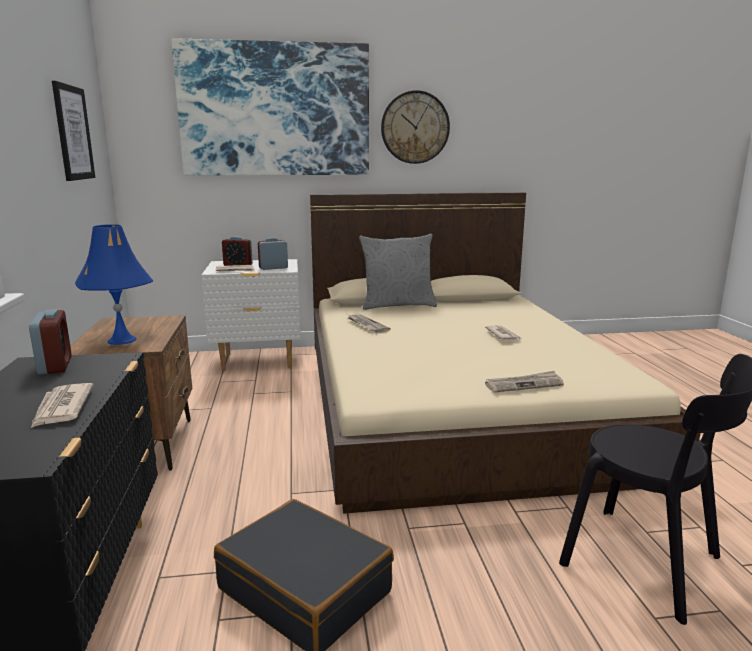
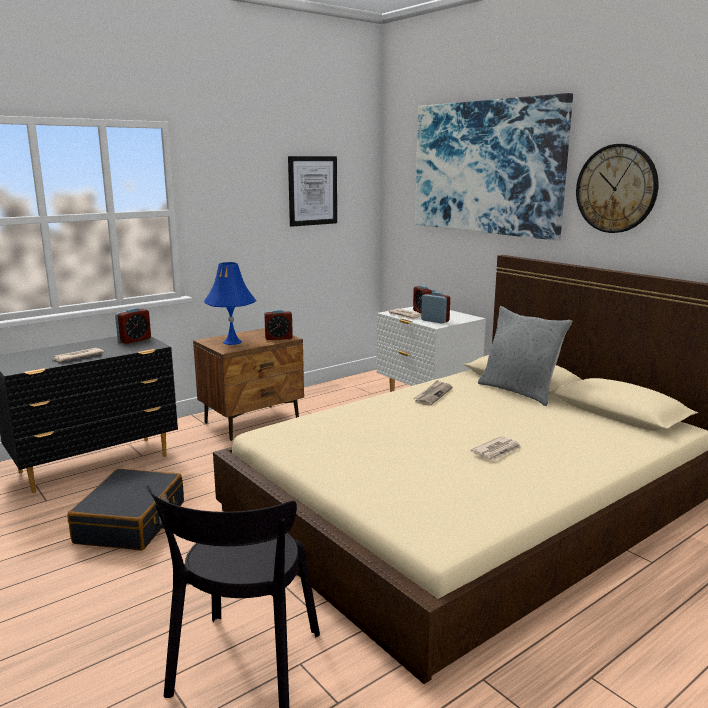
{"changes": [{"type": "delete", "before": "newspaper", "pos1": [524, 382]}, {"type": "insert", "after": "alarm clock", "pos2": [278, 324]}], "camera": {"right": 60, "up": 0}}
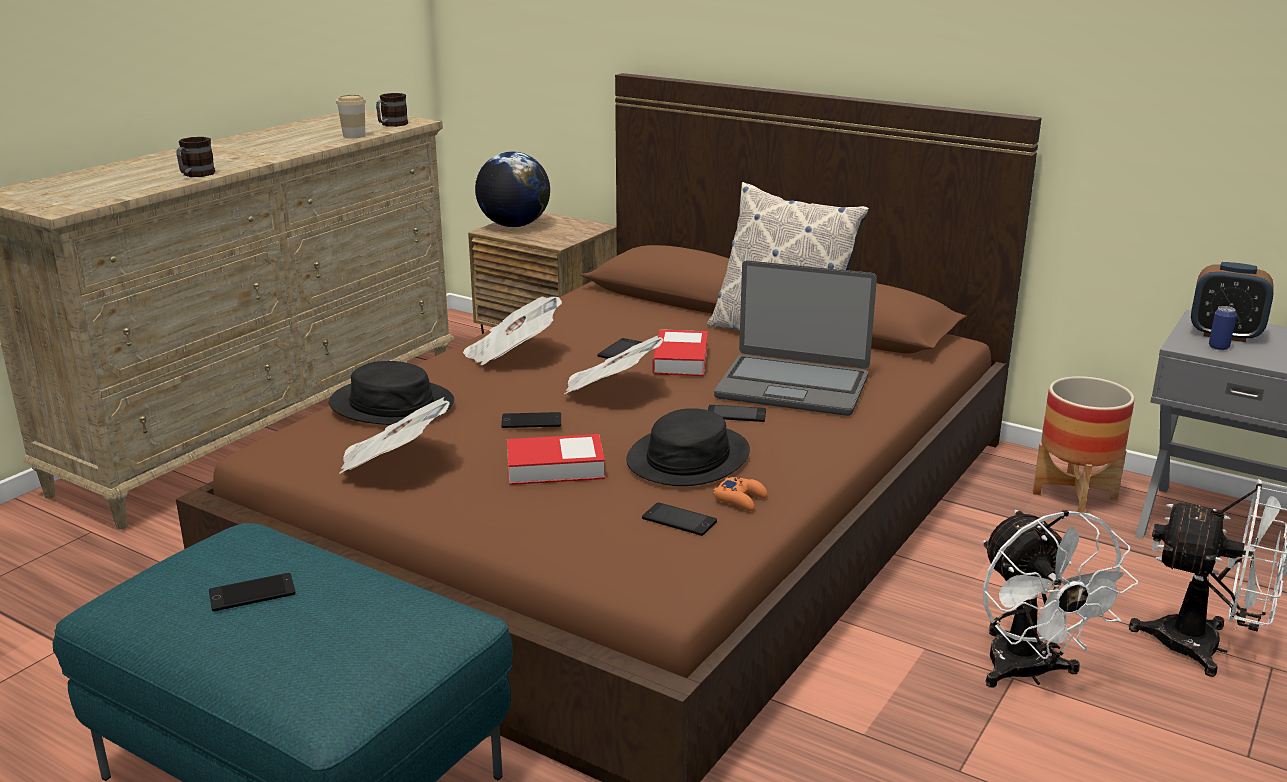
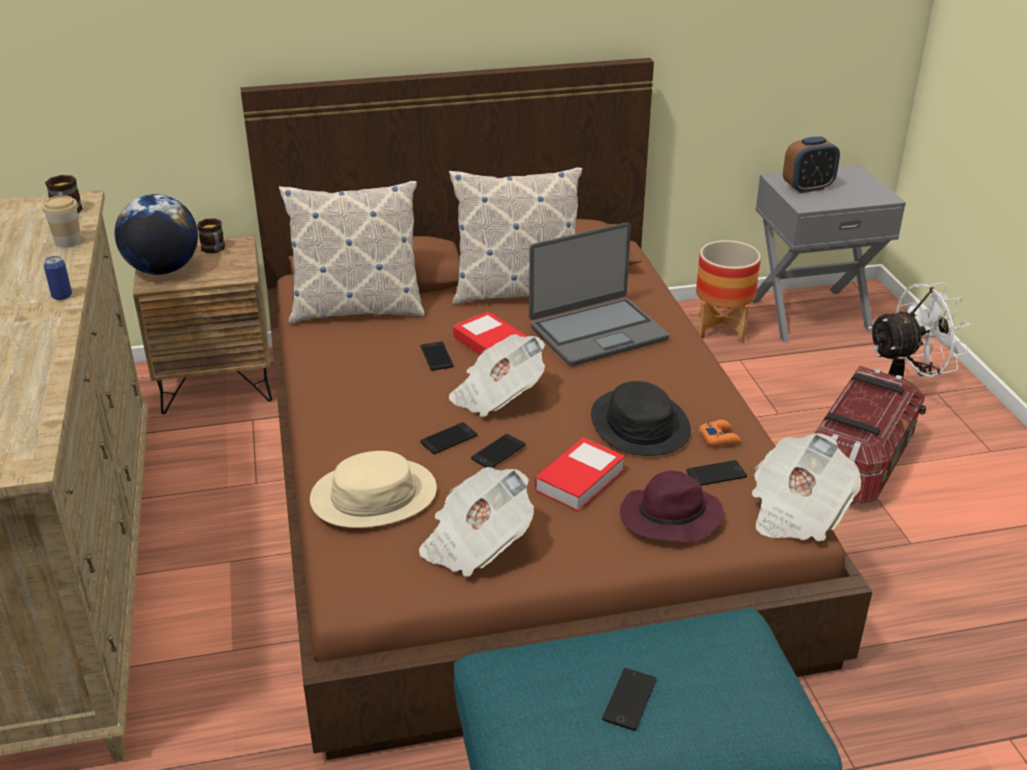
{"changes": [{"type": "move", "before": "mug", "pos1": [196, 157], "pos2": [211, 235]}, {"type": "move", "before": "newspaper", "pos1": [512, 330], "pos2": [807, 487]}, {"type": "move", "before": "can", "pos1": [1223, 328], "pos2": [58, 278]}, {"type": "recolor", "before": "hat (black)", "after": "hat (beige)", "pos1": [391, 393], "pos2": [373, 489]}, {"type": "move", "before": "phone", "pos1": [737, 413], "pos2": [448, 438]}, {"type": "replace", "before": "fan (white)", "after": "storage box", "pos1": [1060, 599], "pos2": [869, 435]}, {"type": "insert", "after": "pillow", "pos2": [352, 252]}, {"type": "insert", "after": "hat (purple)", "pos2": [672, 506]}], "camera": {"right": -45, "up": 10}}
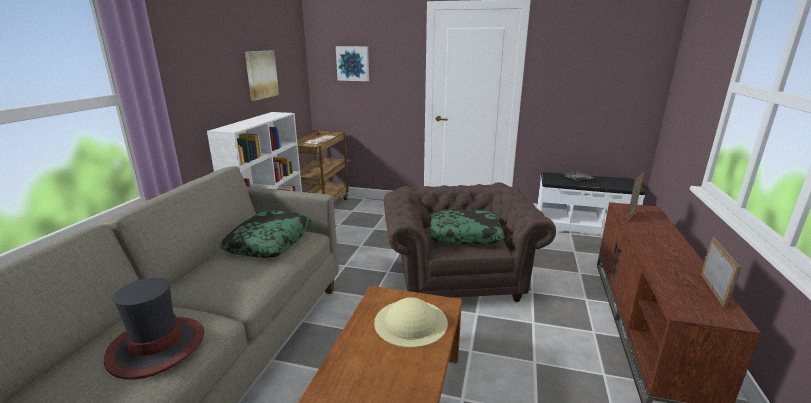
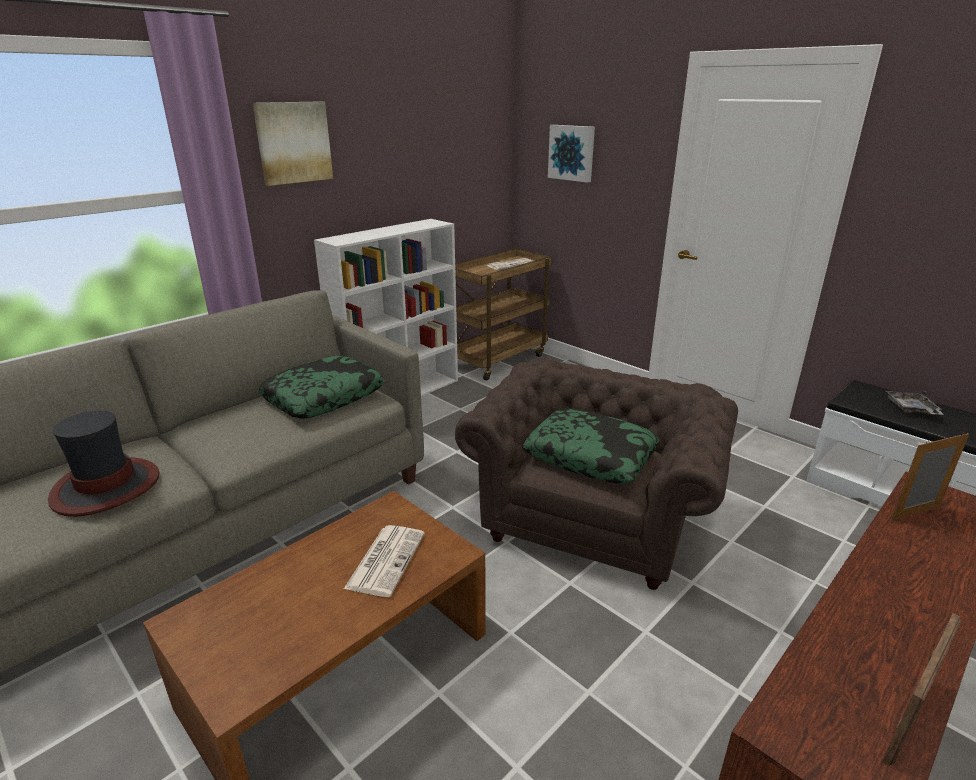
{"changes": [{"type": "move", "before": "picture", "pos1": [262, 75], "pos2": [293, 143]}, {"type": "replace", "before": "hat (beige)", "after": "newspaper", "pos1": [411, 322], "pos2": [384, 561]}], "camera": {"right": 30, "up": 5}}
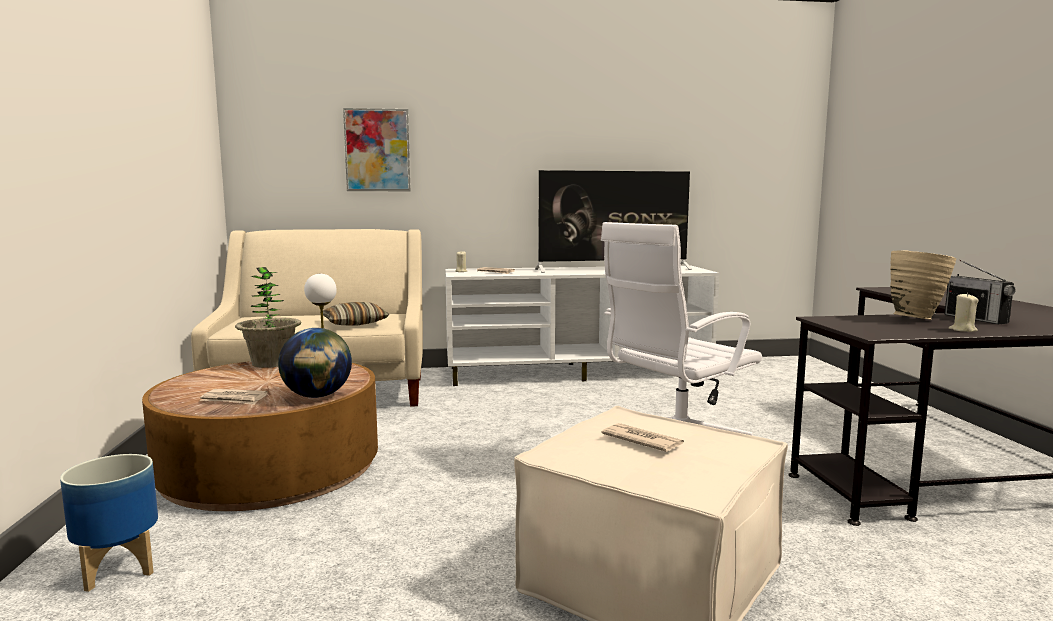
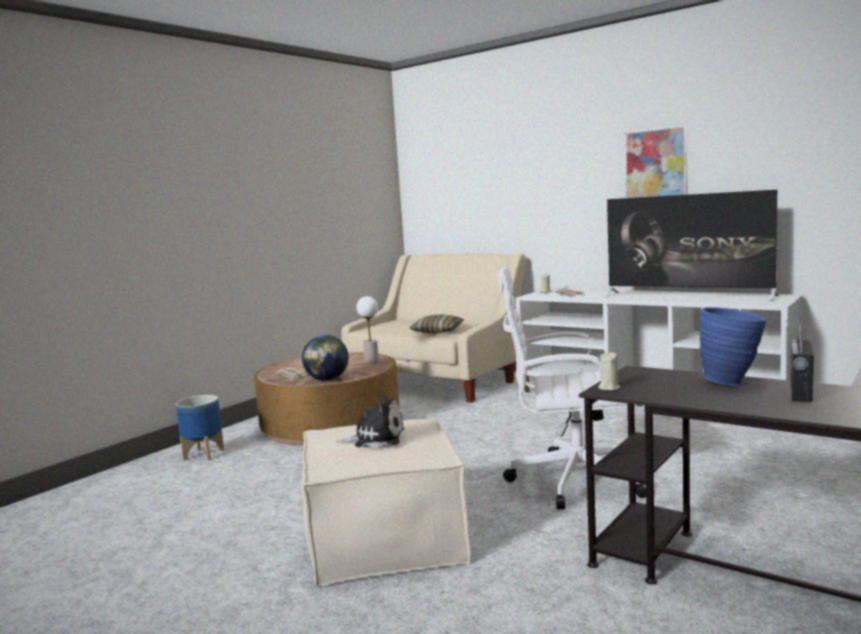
{"changes": [{"type": "move", "before": "picture", "pos1": [376, 149], "pos2": [656, 161]}, {"type": "recolor", "before": "vase (beige)", "after": "vase (blue)", "pos1": [923, 285], "pos2": [733, 346]}, {"type": "delete", "before": "potted plant", "pos1": [268, 317]}, {"type": "move", "before": "candle (beige)", "pos1": [964, 312], "pos2": [609, 371]}, {"type": "replace", "before": "newspaper", "after": "plush toy", "pos1": [643, 437], "pos2": [370, 421]}], "camera": {"right": 45, "up": 0}}
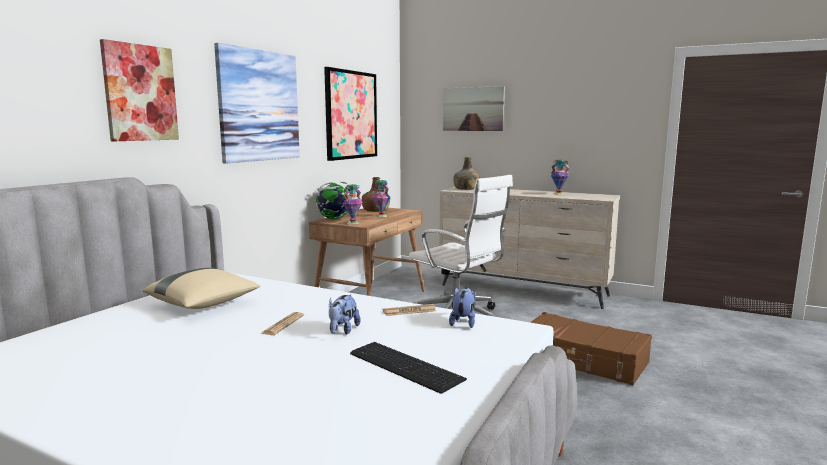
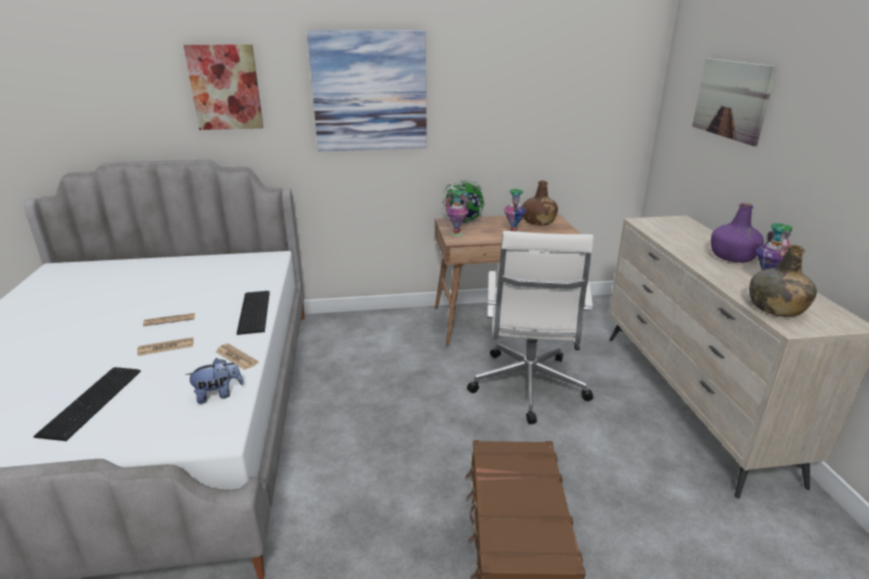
{"changes": [{"type": "delete", "before": "picture", "pos1": [350, 114]}, {"type": "move", "before": "bottle (green)", "pos1": [466, 173], "pos2": [783, 281]}, {"type": "delete", "before": "pillow (beige)", "pos1": [201, 288]}, {"type": "replace", "before": "plush toy", "after": "newspaper", "pos1": [345, 314], "pos2": [165, 346]}, {"type": "insert", "after": "bottle (purple)", "pos2": [737, 233]}, {"type": "insert", "after": "keyboard", "pos2": [253, 313]}], "camera": {"right": 55, "up": 15}}
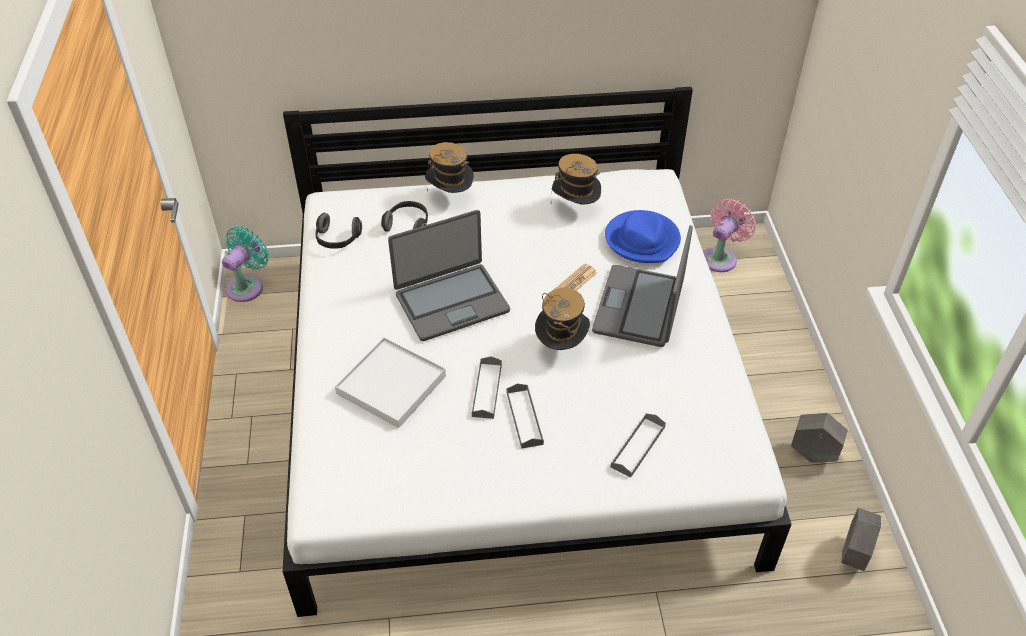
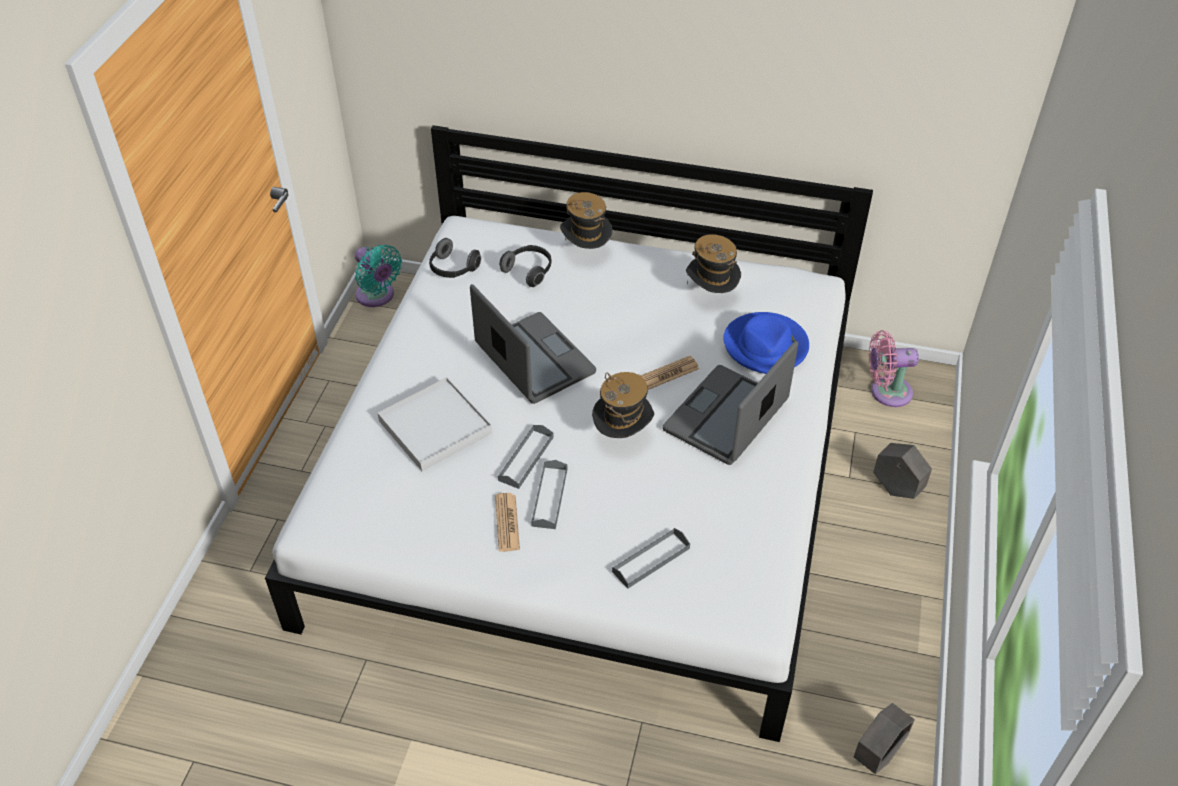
{"changes": [{"type": "rotate", "before": "fan (pink)", "pos1": [729, 235], "pos2": [894, 368], "turn": -150}, {"type": "rotate", "before": "laptop", "pos1": [449, 275], "pos2": [533, 344], "turn": -120}, {"type": "rotate", "before": "fan (turquoise)", "pos1": [245, 264], "pos2": [378, 276], "turn": 90}, {"type": "move", "before": "planter (grey)", "pos1": [819, 437], "pos2": [902, 471]}, {"type": "insert", "after": "newspaper", "pos2": [507, 522]}], "camera": {"right": 20, "up": 0}}
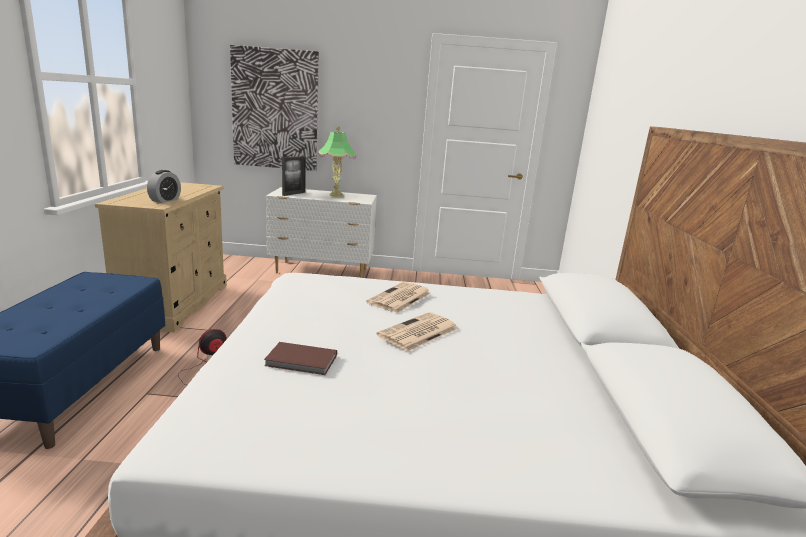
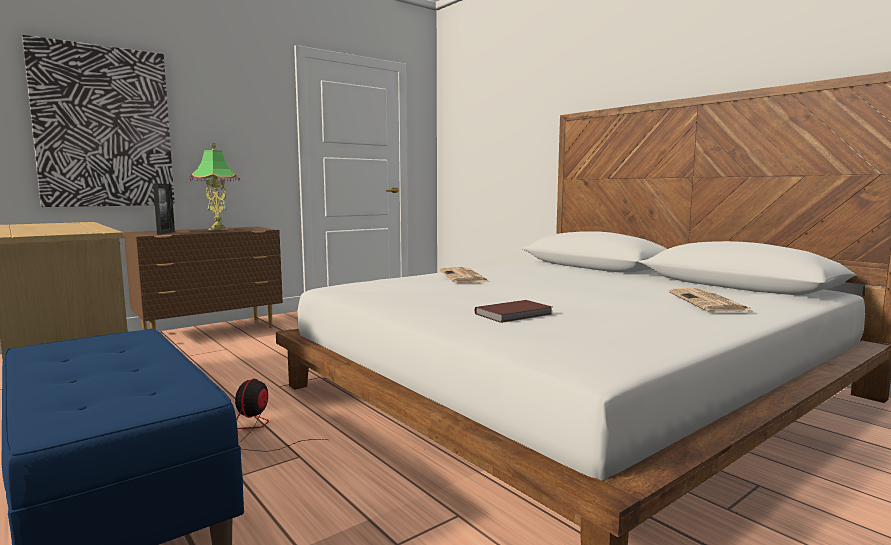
{"changes": [{"type": "delete", "before": "alarm clock", "pos1": [164, 186]}, {"type": "recolor", "before": "dresser (white)", "after": "dresser (brown)", "pos1": [321, 232], "pos2": [203, 278]}, {"type": "move", "before": "newspaper", "pos1": [417, 332], "pos2": [709, 300]}], "camera": {"right": -40, "up": -10}}
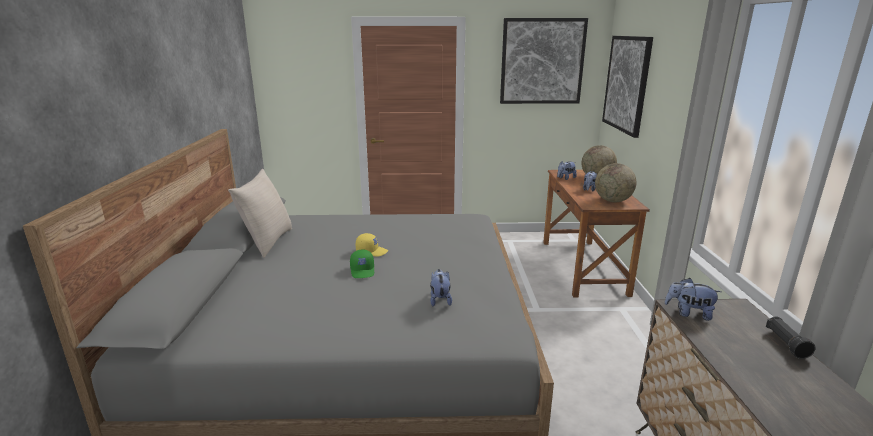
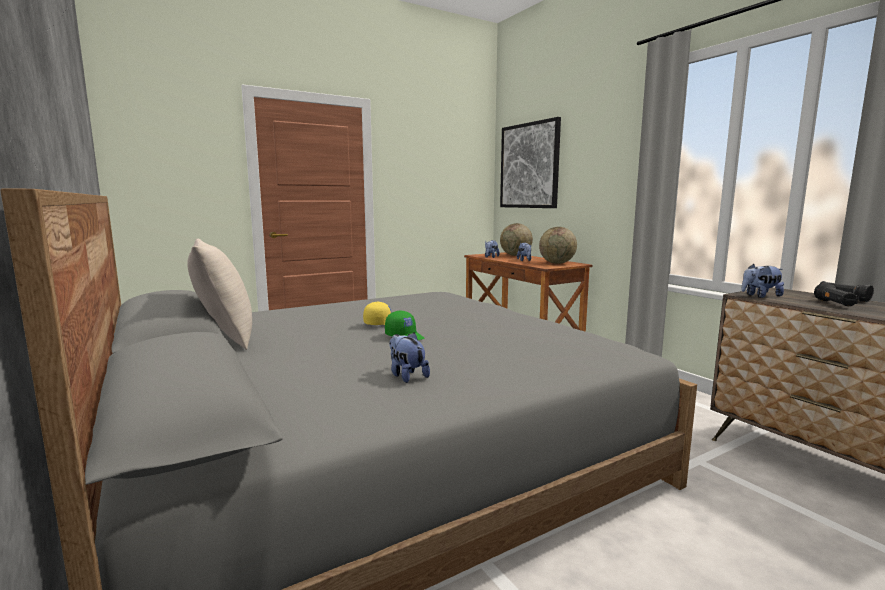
{"changes": [{"type": "delete", "before": "picture", "pos1": [544, 61]}, {"type": "move", "before": "plush toy", "pos1": [441, 288], "pos2": [409, 358]}, {"type": "insert", "after": "flashlight (black)", "pos2": [836, 294]}], "camera": {"right": -30, "up": -10}}
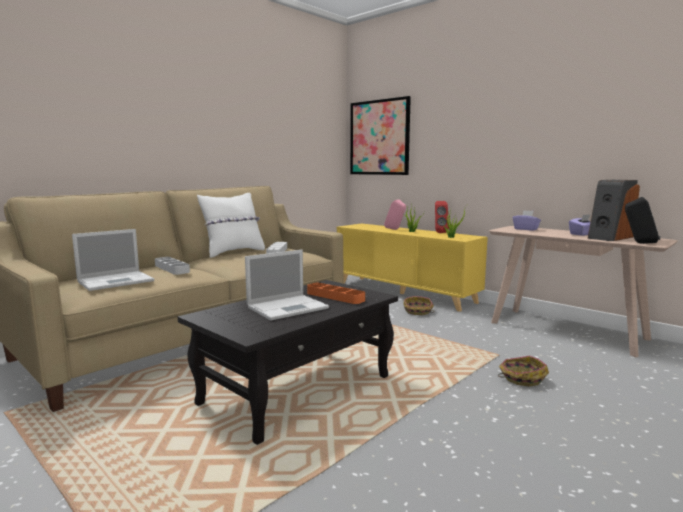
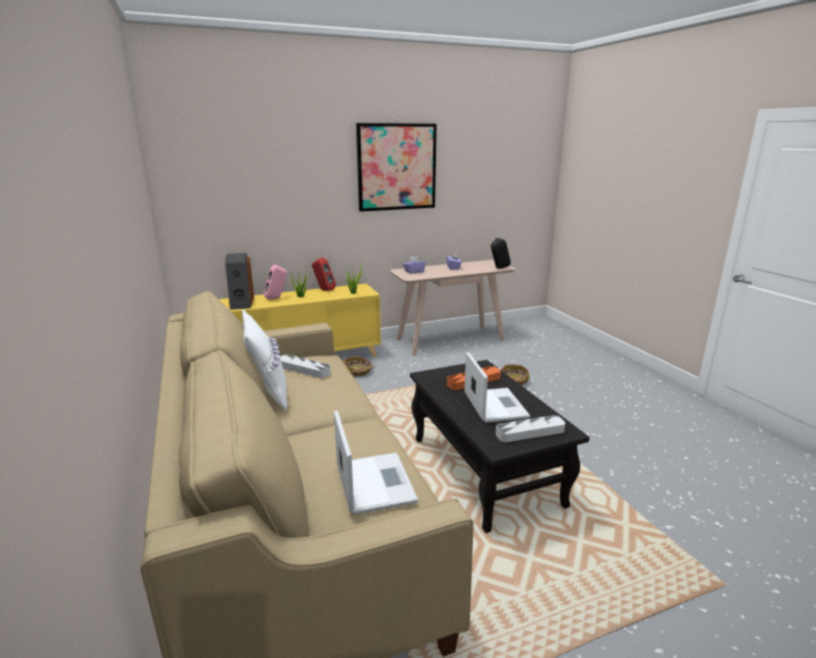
{"changes": [{"type": "move", "before": "picture", "pos1": [380, 135], "pos2": [396, 167]}, {"type": "move", "before": "speaker", "pos1": [614, 210], "pos2": [239, 281]}, {"type": "move", "before": "tray (grey)", "pos1": [172, 266], "pos2": [530, 428]}], "camera": {"right": -65, "up": 10}}
